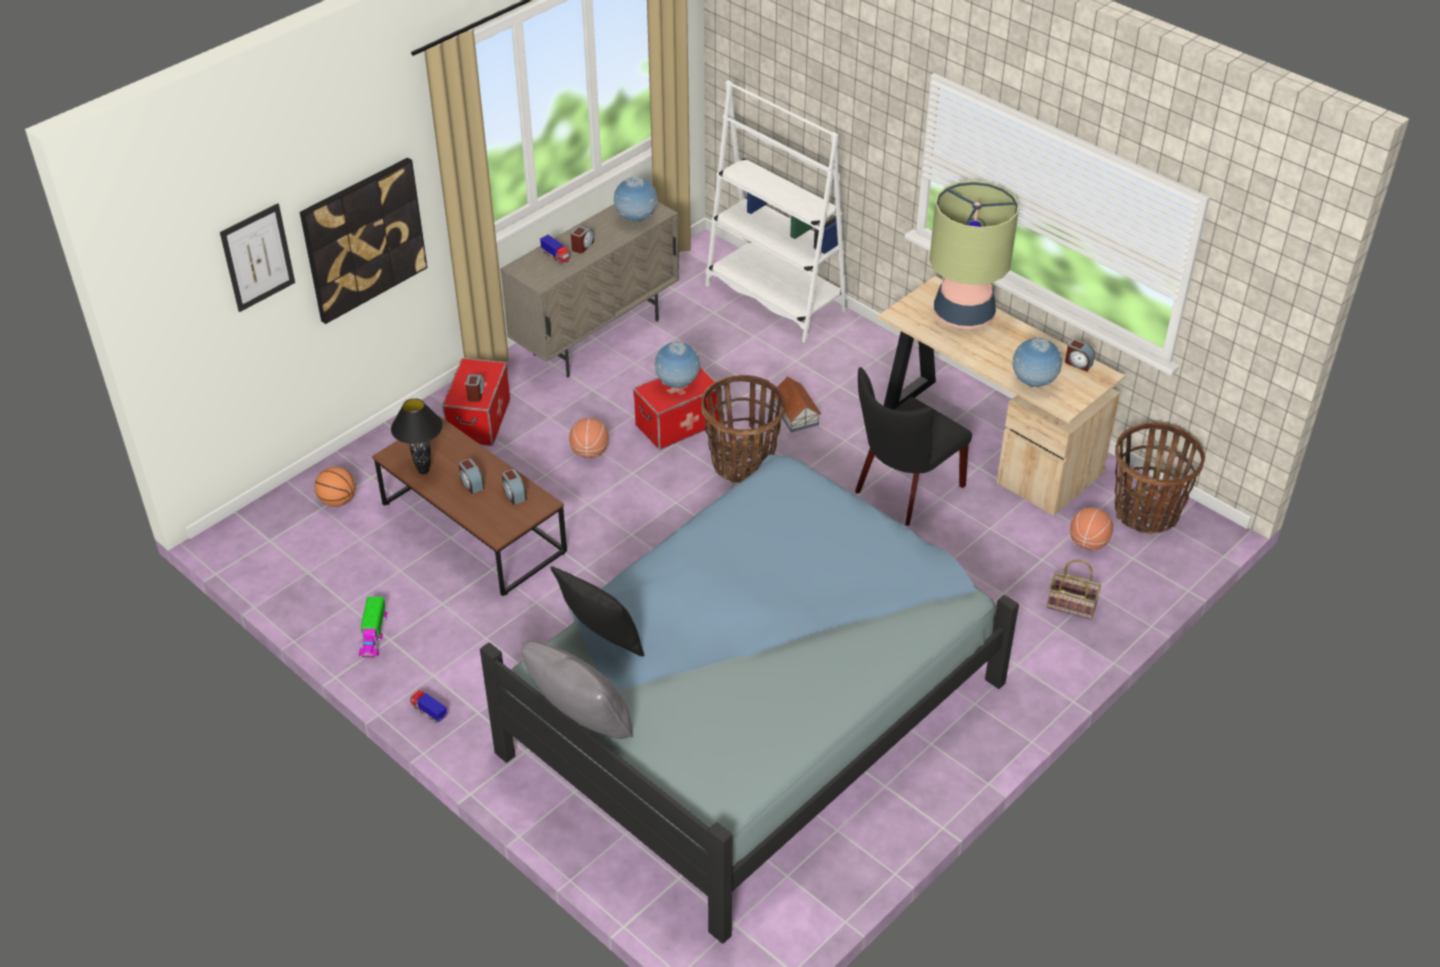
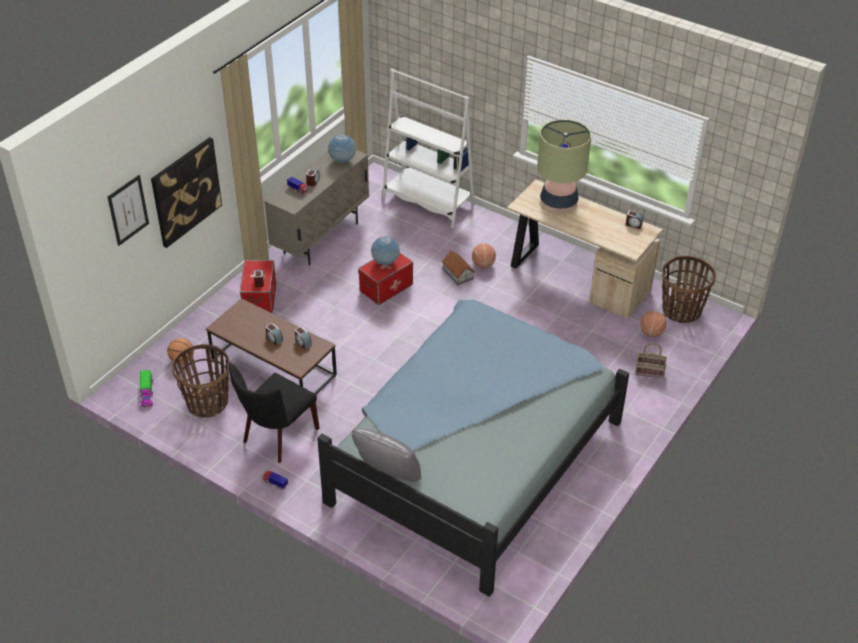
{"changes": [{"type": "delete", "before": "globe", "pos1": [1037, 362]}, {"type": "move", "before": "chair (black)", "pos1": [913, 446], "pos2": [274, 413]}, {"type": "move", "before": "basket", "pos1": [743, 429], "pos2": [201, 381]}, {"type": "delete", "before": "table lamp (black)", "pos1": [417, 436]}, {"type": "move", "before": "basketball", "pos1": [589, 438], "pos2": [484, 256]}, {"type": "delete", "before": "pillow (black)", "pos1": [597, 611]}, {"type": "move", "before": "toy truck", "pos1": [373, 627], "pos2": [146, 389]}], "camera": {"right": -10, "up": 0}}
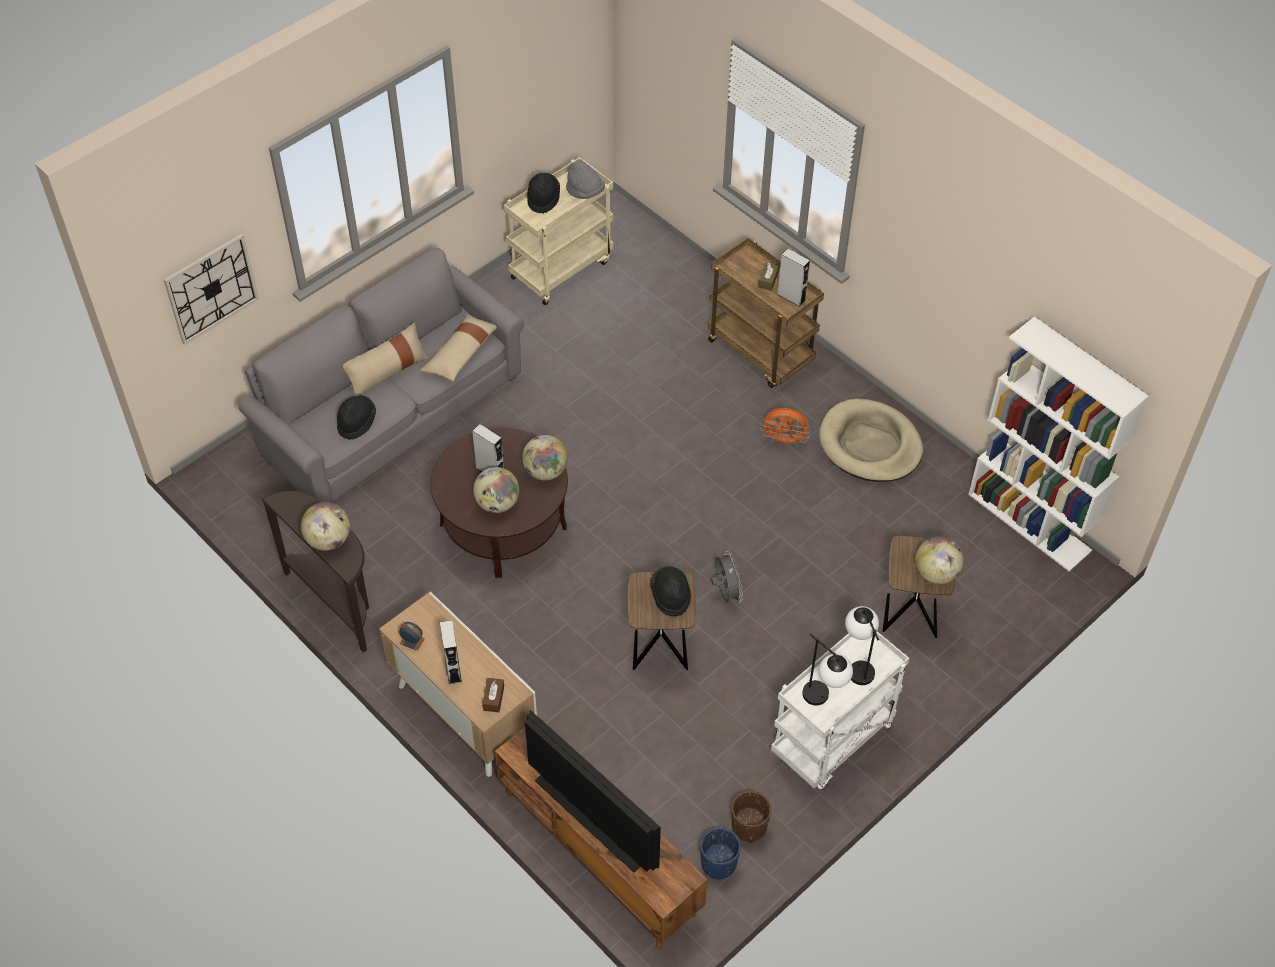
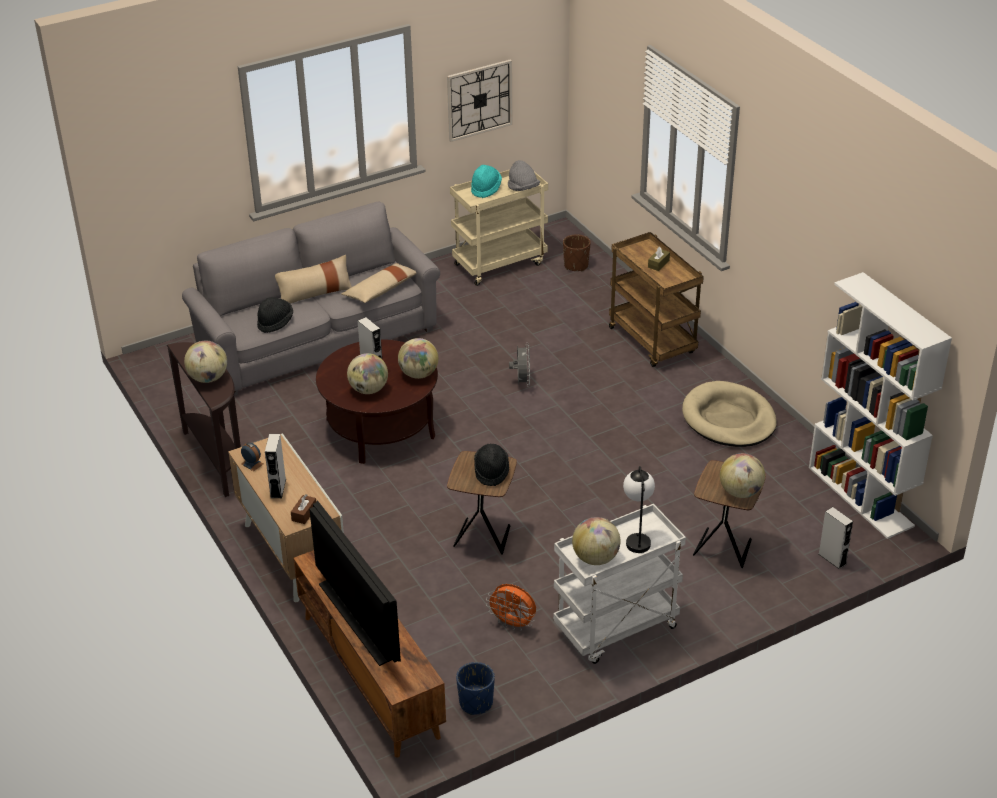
{"changes": [{"type": "recolor", "before": "hat (black)", "after": "hat (turquoise)", "pos1": [543, 193], "pos2": [486, 181]}, {"type": "move", "before": "wall clock", "pos1": [211, 289], "pos2": [479, 100]}, {"type": "move", "before": "speaker (grey)", "pos1": [793, 278], "pos2": [836, 538]}, {"type": "move", "before": "fan (orange)", "pos1": [785, 427], "pos2": [511, 607]}, {"type": "move", "before": "fan (grey)", "pos1": [727, 577], "pos2": [519, 365]}, {"type": "replace", "before": "table lamp", "after": "globe", "pos1": [827, 669], "pos2": [596, 541]}, {"type": "move", "before": "planter (brown)", "pos1": [751, 816], "pos2": [577, 252]}], "camera": {"right": 15, "up": -15}}
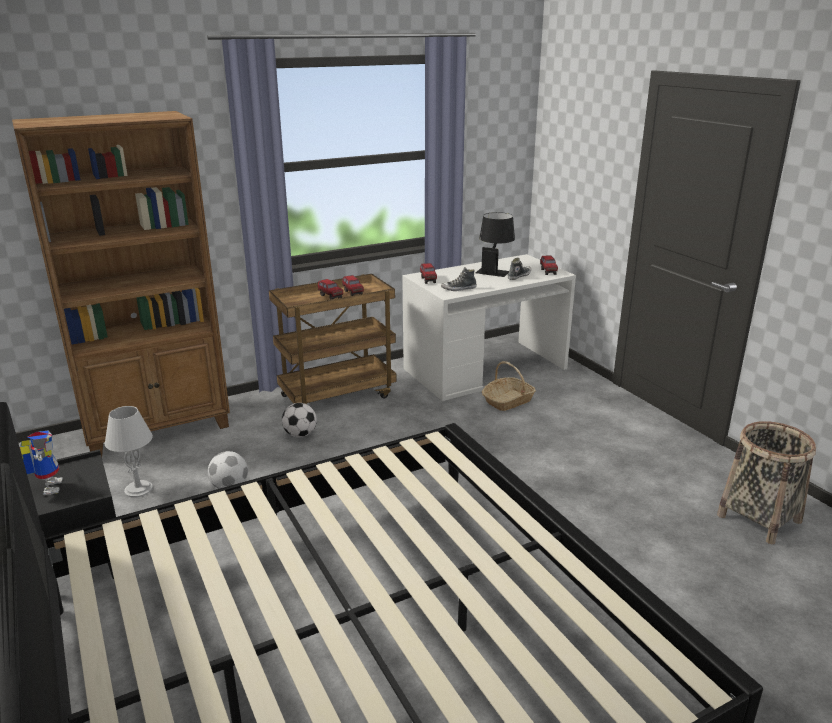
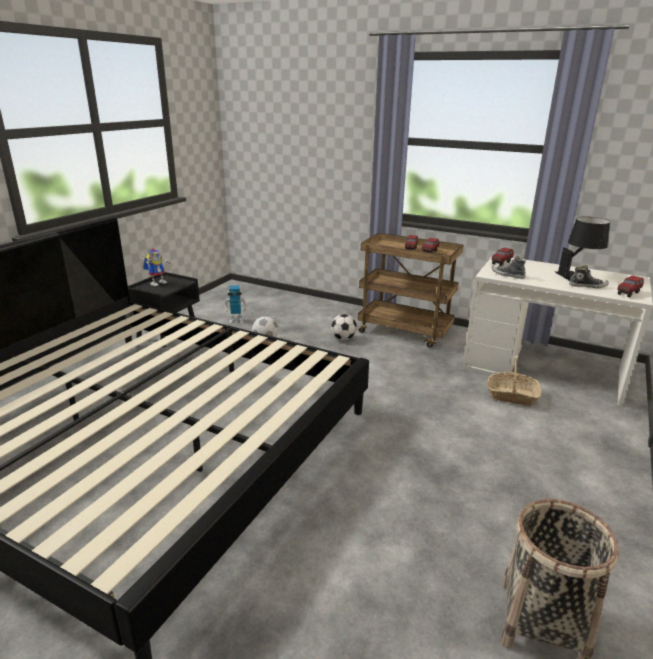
{"changes": [{"type": "delete", "before": "bookcase (brown)", "pos1": [121, 284]}, {"type": "replace", "before": "table lamp (grey)", "after": "toy robot", "pos1": [129, 452], "pos2": [235, 304]}], "camera": {"right": 55, "up": 0}}
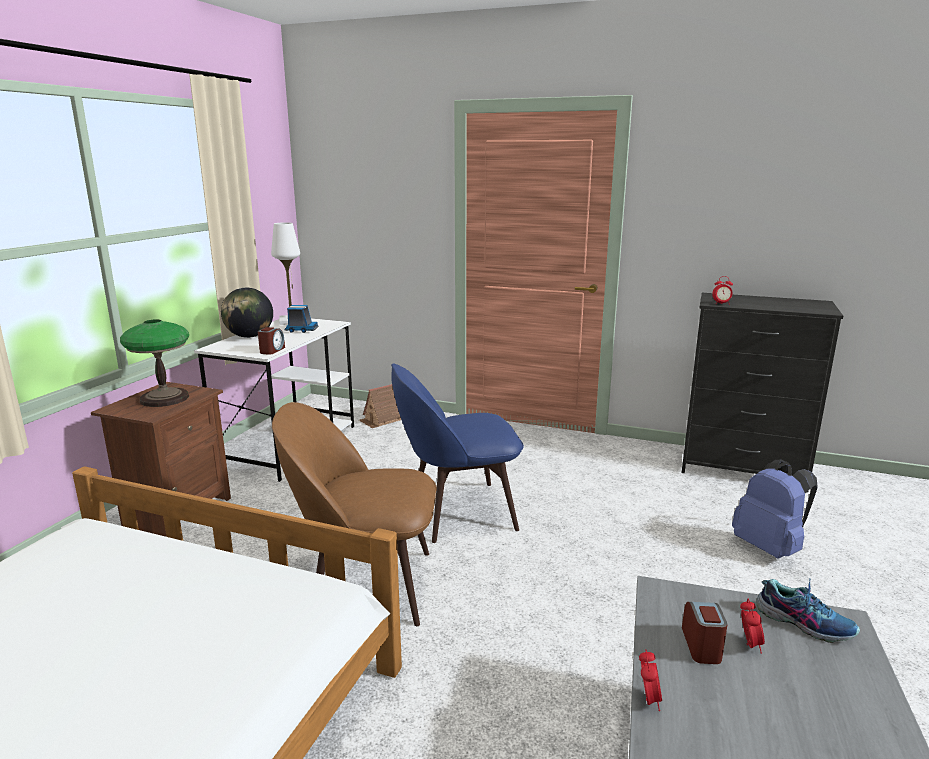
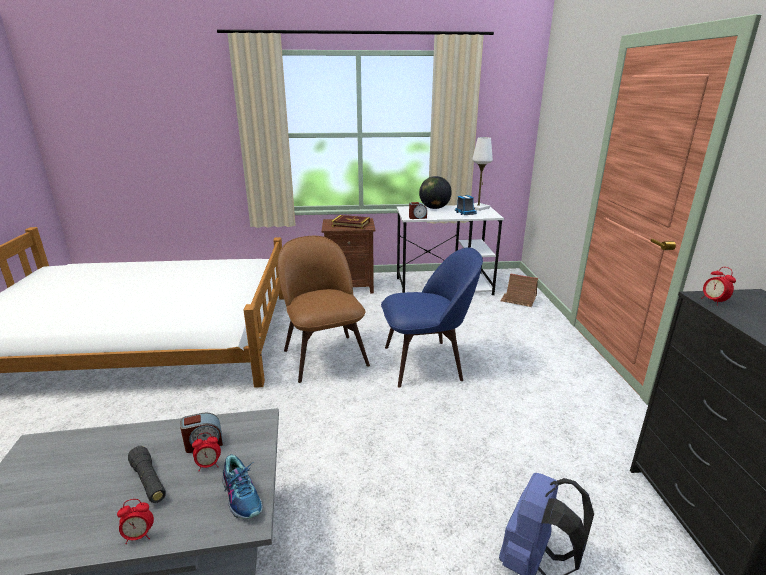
{"changes": [{"type": "replace", "before": "table lamp", "after": "book", "pos1": [154, 363], "pos2": [350, 222]}, {"type": "rotate", "before": "chair (blue)", "pos1": [457, 453], "pos2": [432, 317], "turn": 120}, {"type": "rotate", "before": "shoe", "pos1": [808, 611], "pos2": [242, 486], "turn": -45}, {"type": "move", "before": "alarm clock", "pos1": [650, 680], "pos2": [135, 521]}, {"type": "insert", "after": "flashlight (black)", "pos2": [147, 474]}], "camera": {"right": 65, "up": 5}}
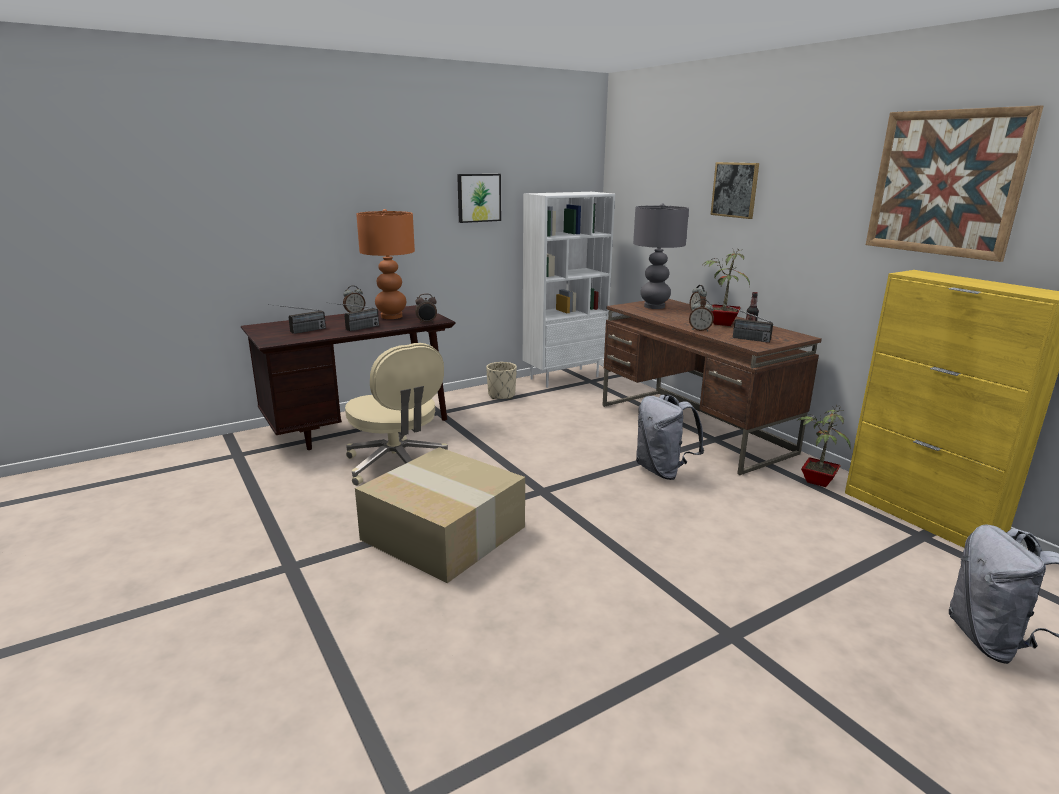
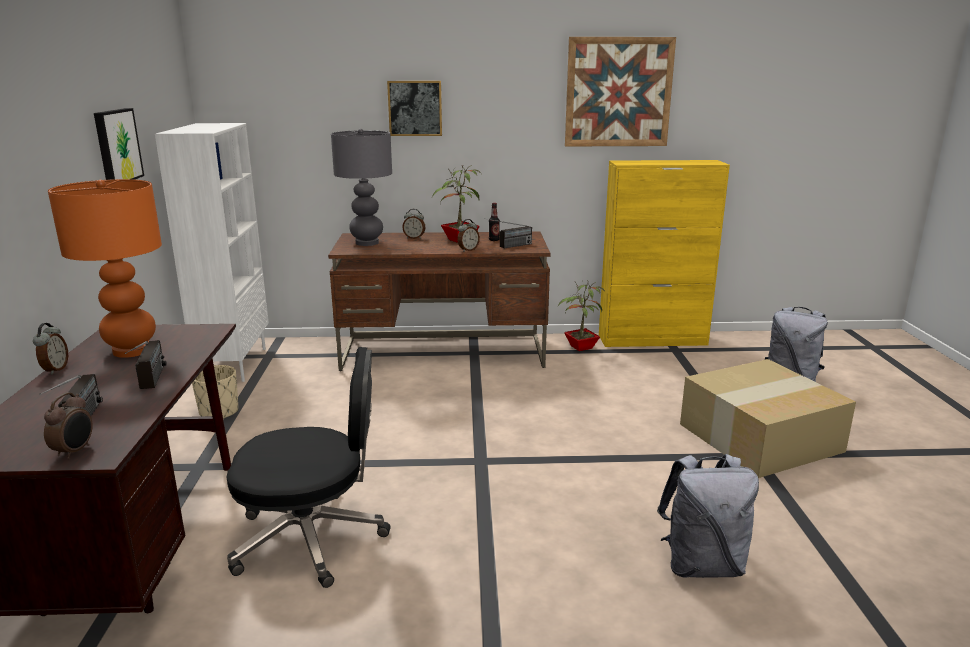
{"changes": [{"type": "move", "before": "alarm clock", "pos1": [426, 308], "pos2": [68, 425]}, {"type": "recolor", "before": "office chair (beige)", "after": "office chair (black)", "pos1": [396, 414], "pos2": [309, 467]}, {"type": "move", "before": "backpack (grey)", "pos1": [670, 437], "pos2": [708, 516]}, {"type": "move", "before": "cardboard box", "pos1": [440, 515], "pos2": [768, 418]}], "camera": {"right": -60, "up": 0}}
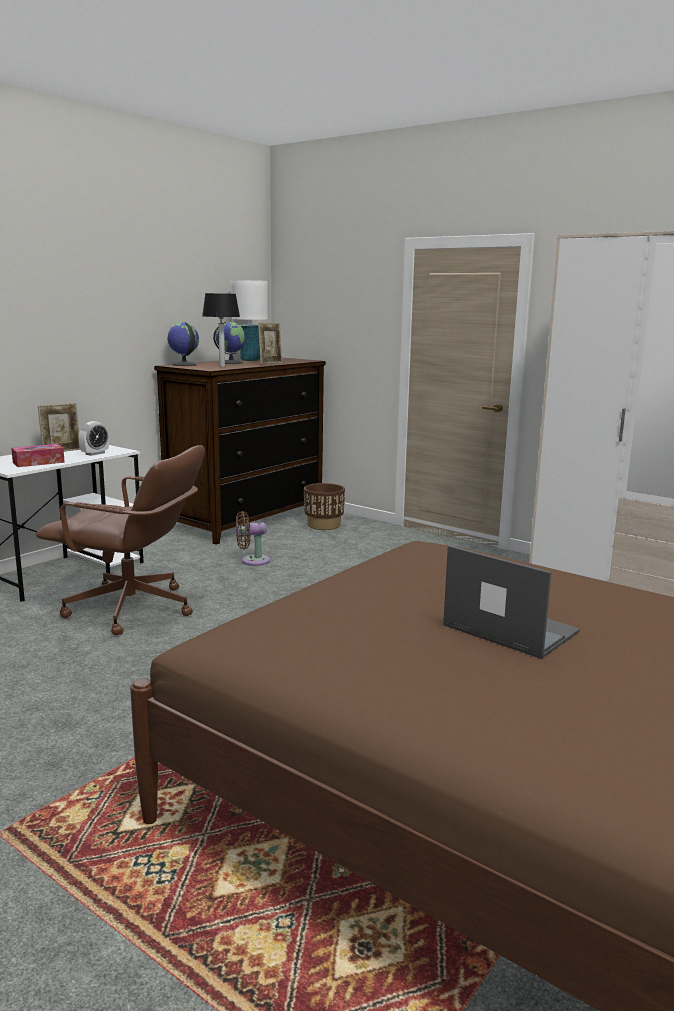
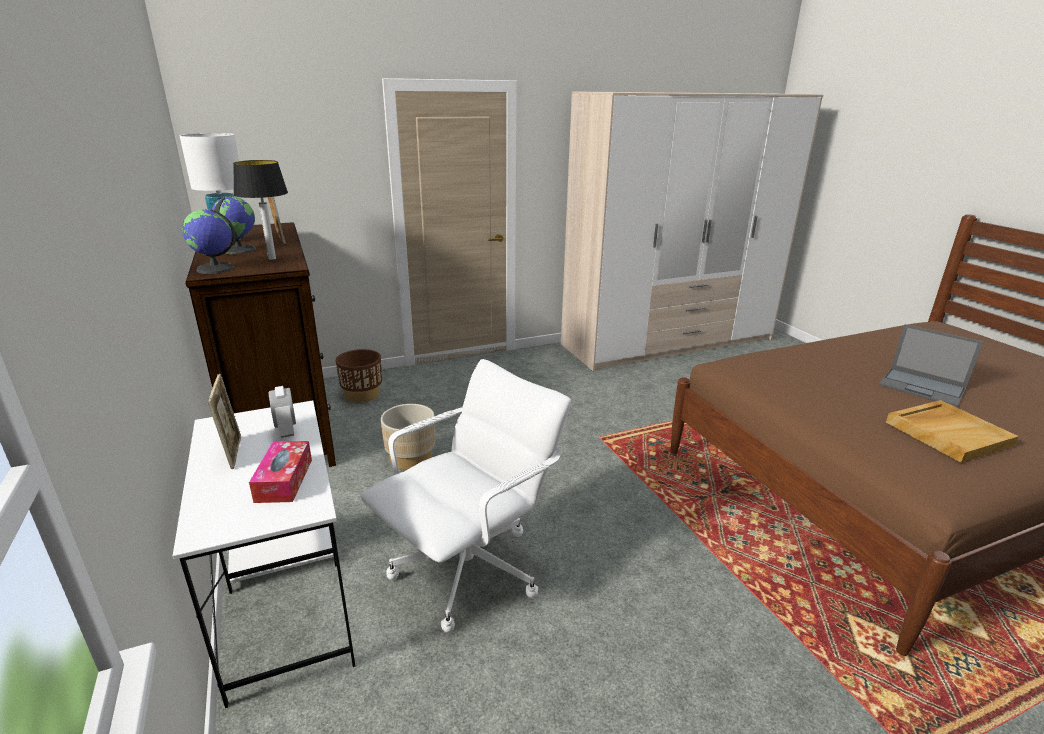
{"changes": [{"type": "recolor", "before": "office chair (brown)", "after": "office chair (white)", "pos1": [120, 540], "pos2": [465, 496]}, {"type": "replace", "before": "fan (brown)", "after": "planter (beige)", "pos1": [253, 538], "pos2": [408, 437]}, {"type": "rotate", "before": "laptop", "pos1": [511, 602], "pos2": [931, 365], "turn": -120}, {"type": "insert", "after": "tray (beige)", "pos2": [952, 431]}], "camera": {"right": -60, "up": 10}}
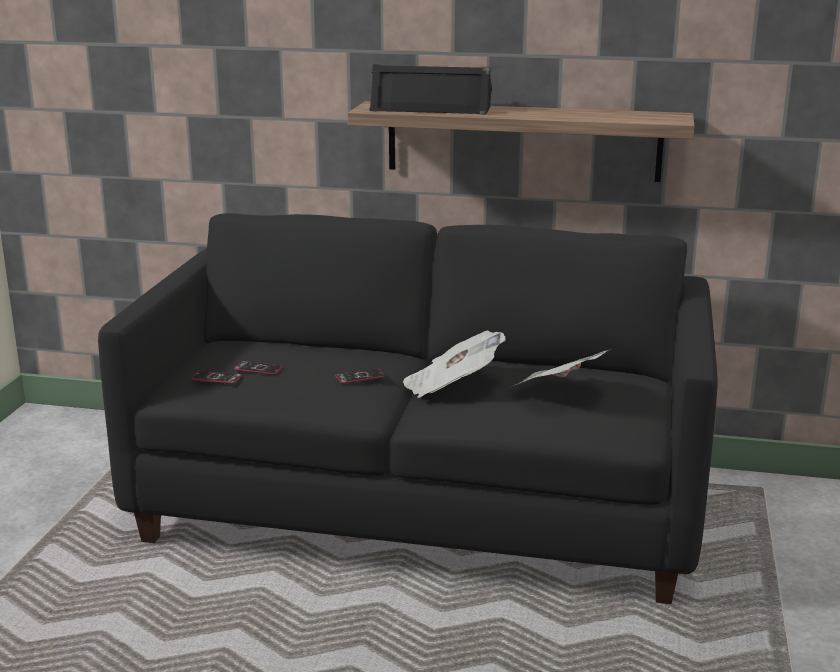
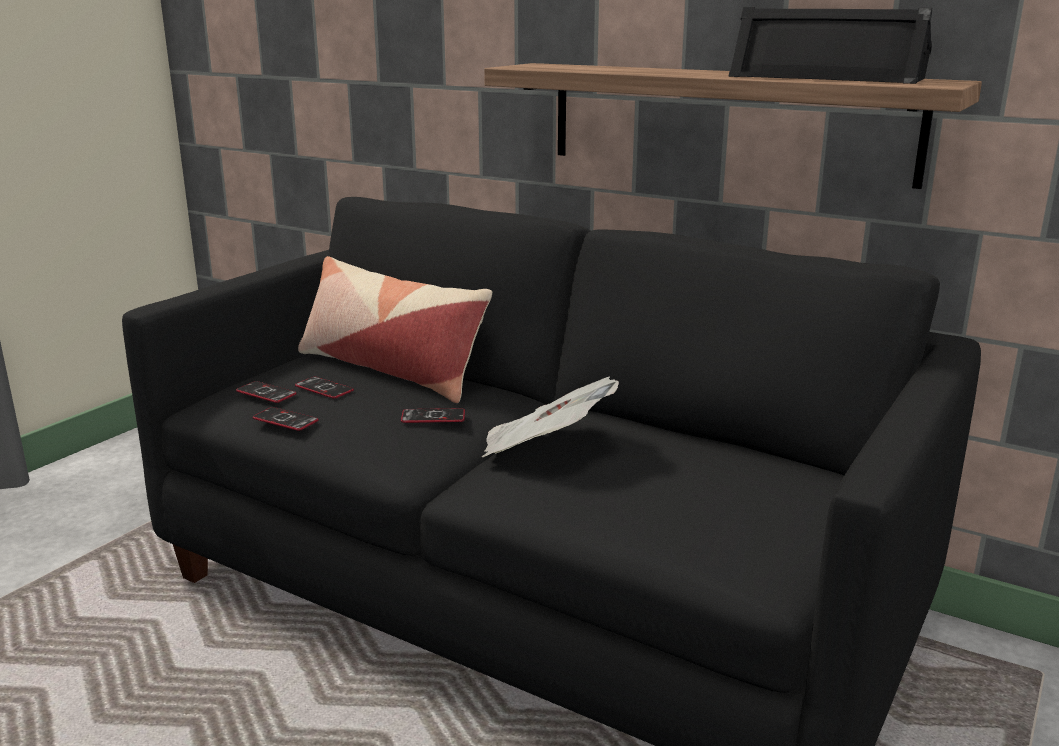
{"changes": [{"type": "move", "before": "speaker (black)", "pos1": [430, 89], "pos2": [830, 45]}, {"type": "delete", "before": "newspaper", "pos1": [562, 367]}, {"type": "insert", "after": "pillow", "pos2": [395, 329]}, {"type": "insert", "after": "phone", "pos2": [286, 419]}], "camera": {"right": 20, "up": 0}}
